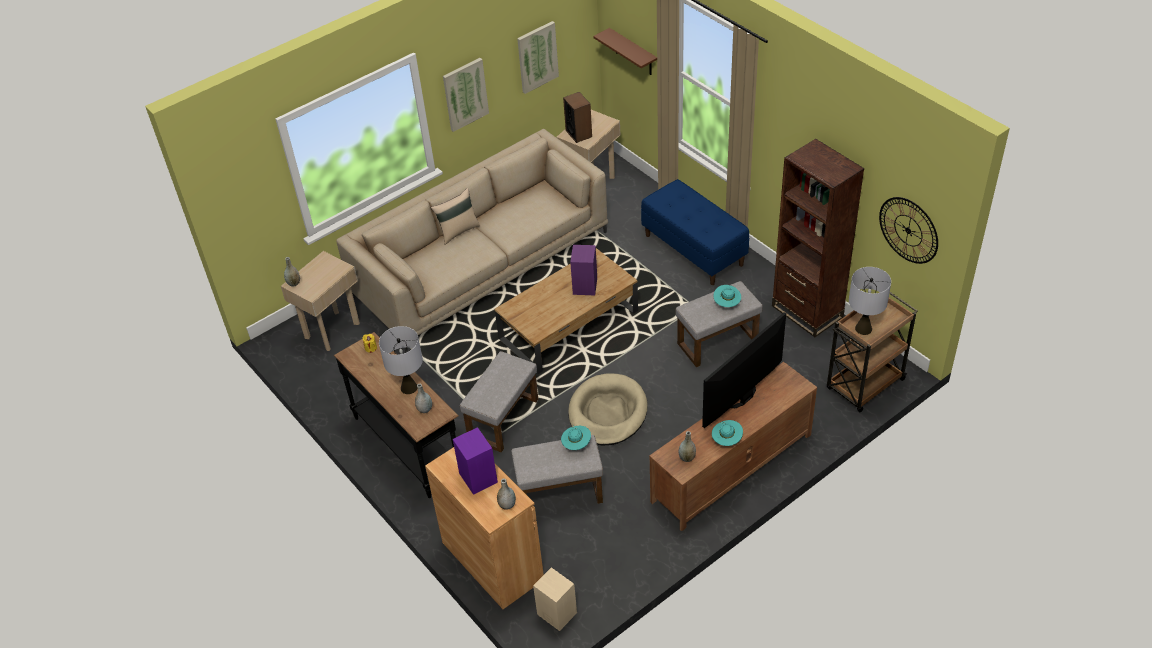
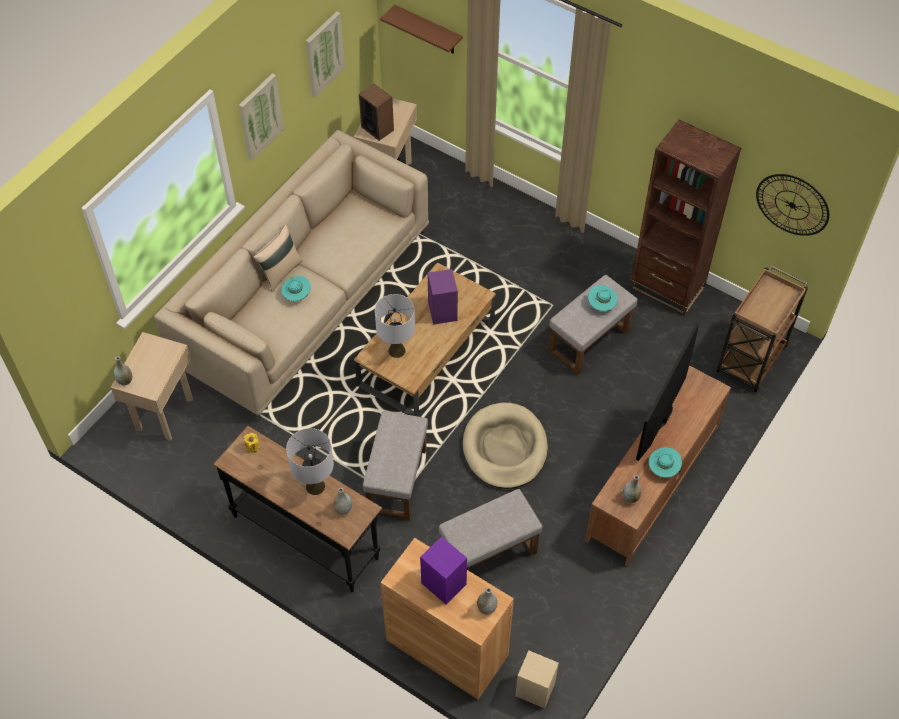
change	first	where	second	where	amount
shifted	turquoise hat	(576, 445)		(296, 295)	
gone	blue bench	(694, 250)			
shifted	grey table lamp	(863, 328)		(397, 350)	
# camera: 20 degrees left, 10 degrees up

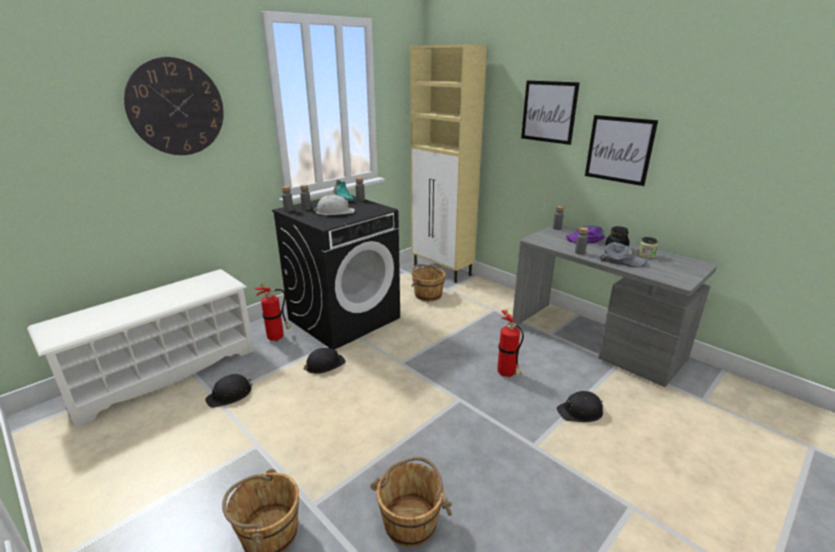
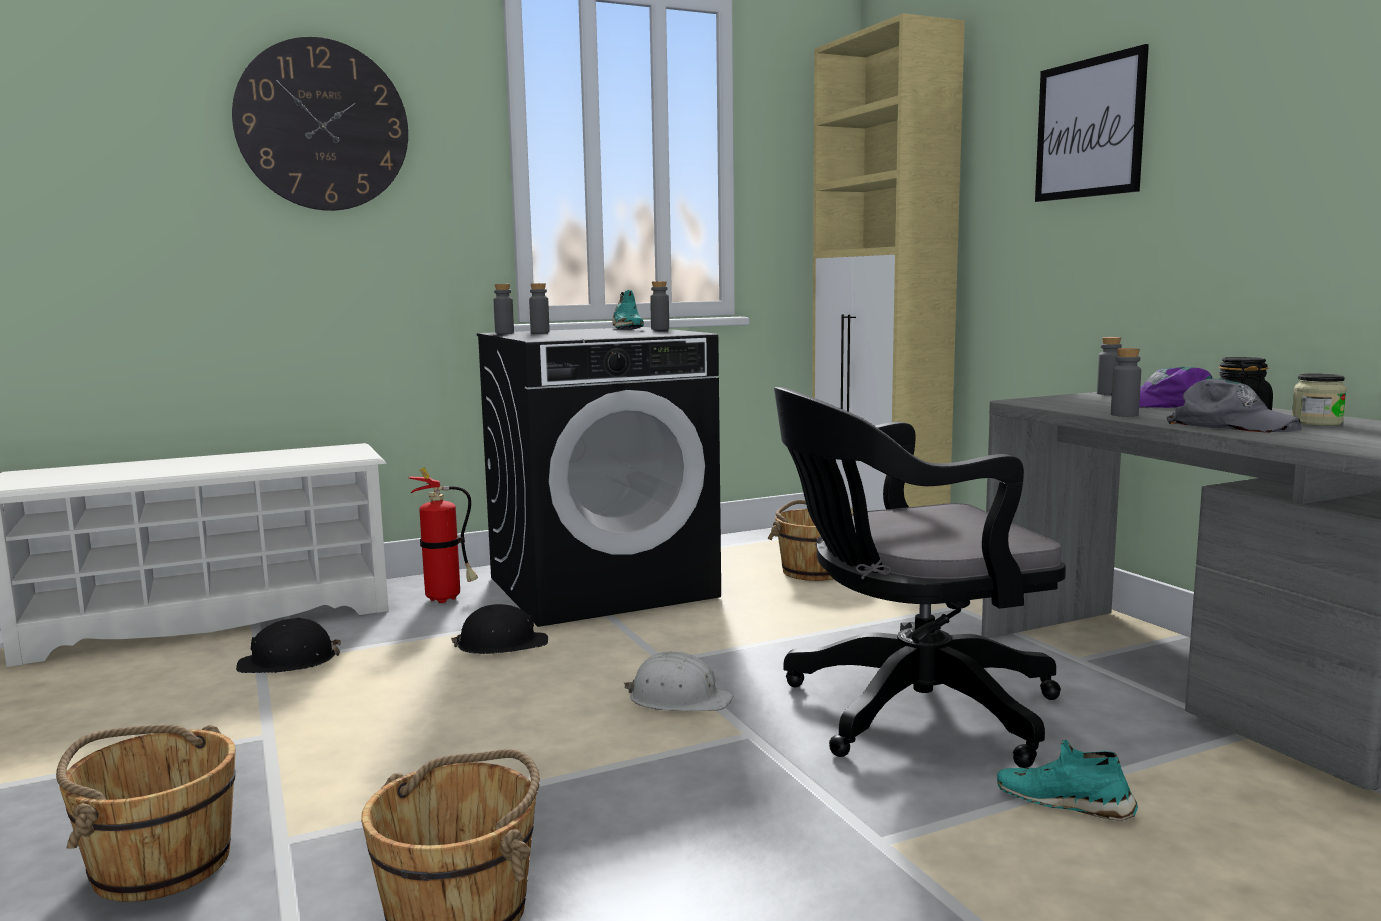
change	first	where	second	where	amount
shifted	white hard hat	(334, 212)		(679, 699)	
swapped	fire extinguisher	(507, 374)	black office chair	(907, 711)	
swapped	black hard hat	(580, 411)	turquoise shoe	(1064, 803)	
gone	picture	(619, 149)			
# camera: 20 degrees right, 15 degrees down

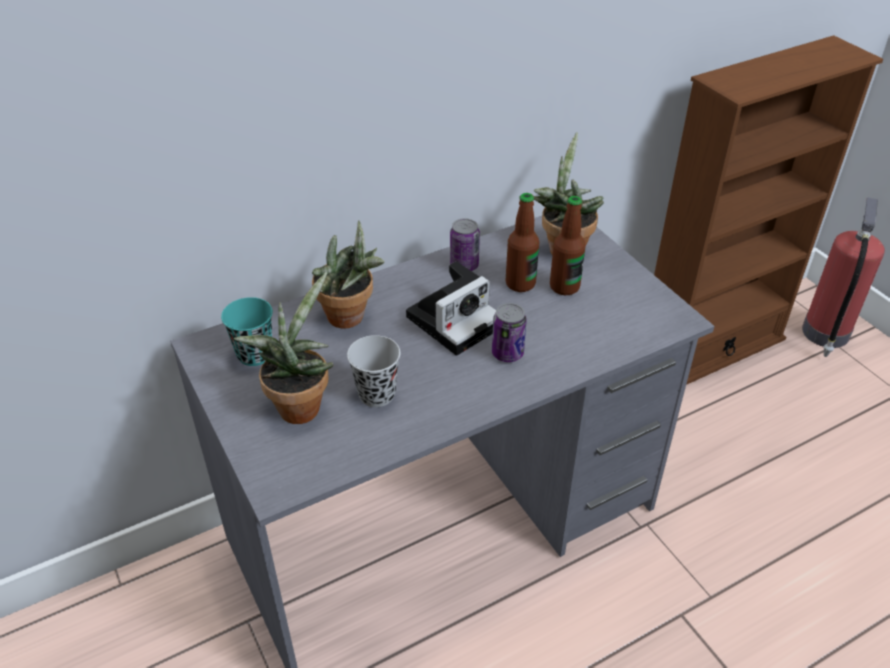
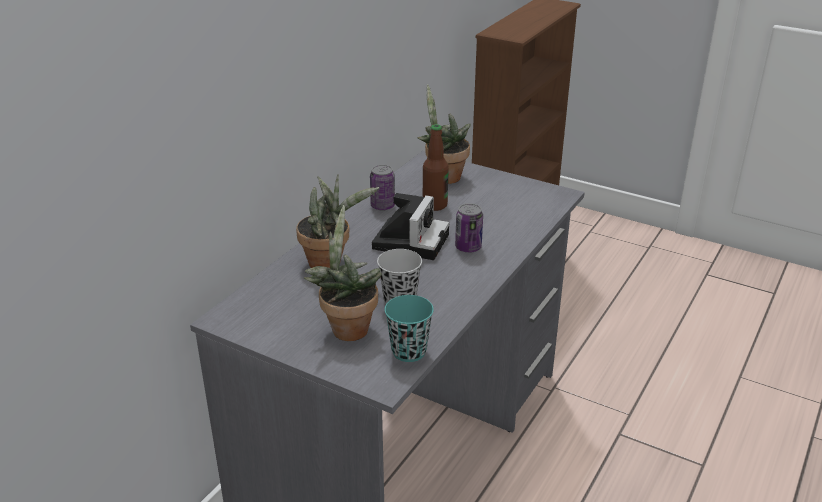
change	first	where	second	where	amount
shifted	turquoise cup	(255, 354)		(409, 351)	
gone	bottle	(564, 287)			
gone	fire extinguisher	(825, 334)			
# camera: 30 degrees left, 10 degrees down

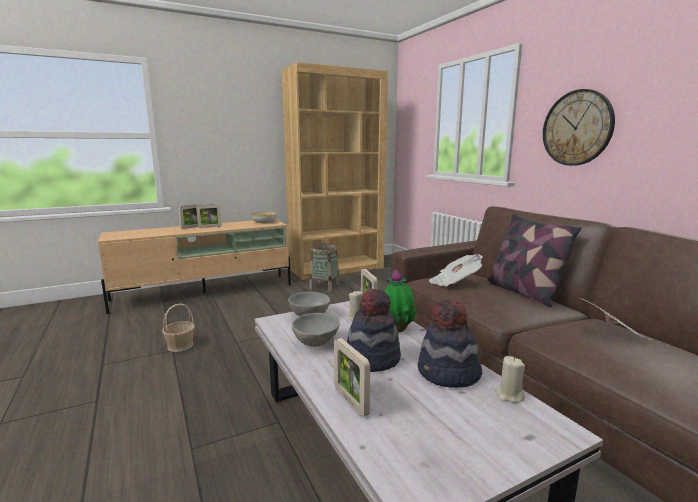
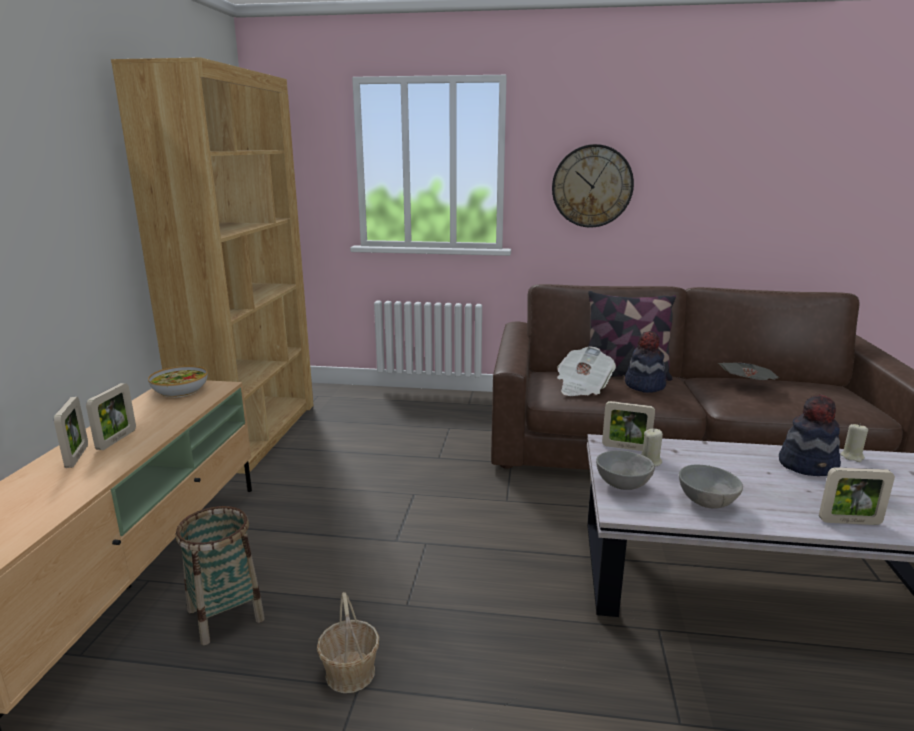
change	first	where	second	where	amount
shifted	basket	(324, 286)		(225, 615)	
shifted	hat	(371, 359)		(644, 385)	
gone	potted plant	(398, 329)			
# camera: 55 degrees left, 5 degrees up

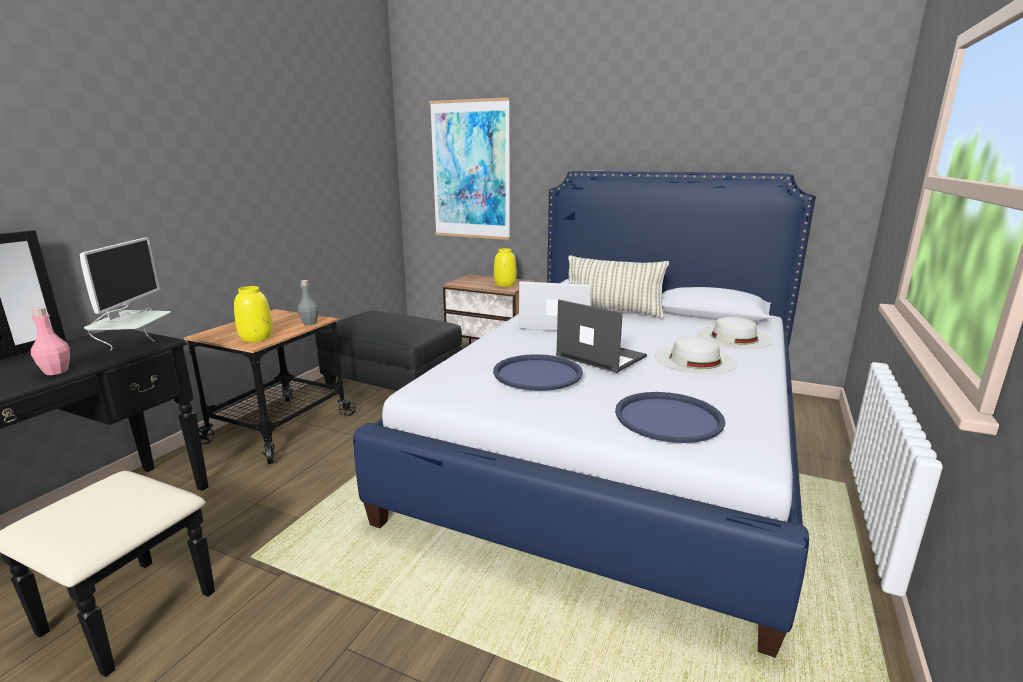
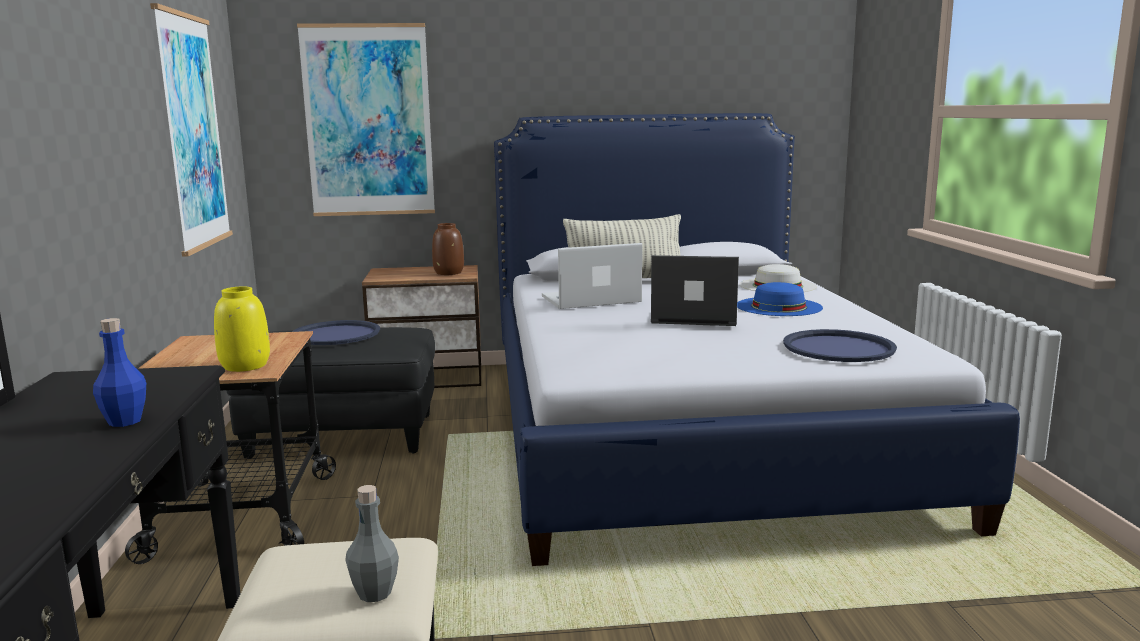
change	first	where	second	where	amount
repainted	pink bottle	(56, 371)	blue bottle	(125, 421)	
gone	monitor	(135, 351)			
shifted	grey bottle	(309, 323)		(374, 593)	
shifted	blue tray	(537, 374)		(335, 334)	
repainted	yellow vase	(505, 285)	brown vase	(449, 273)	
repainted	white hat	(695, 360)	blue hat	(778, 306)	
new			picture	(193, 132)	
# camera: 30 degrees left, 5 degrees down

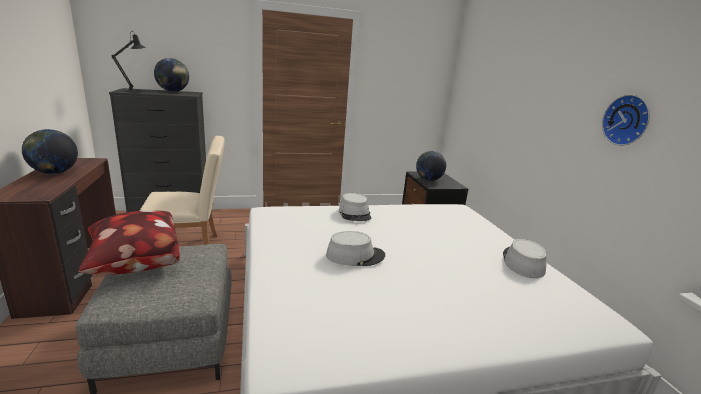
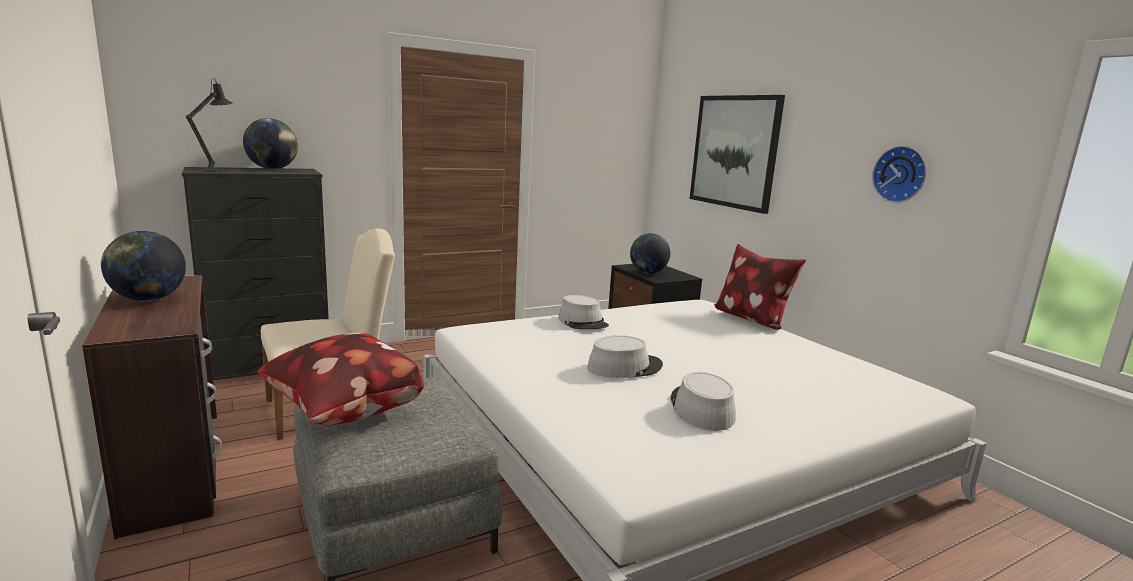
change	first	where	second	where	amount
shifted	grey hat	(522, 262)		(701, 408)	
new			picture	(734, 152)	
new			pillow	(751, 319)	
# camera: 15 degrees left, 5 degrees down

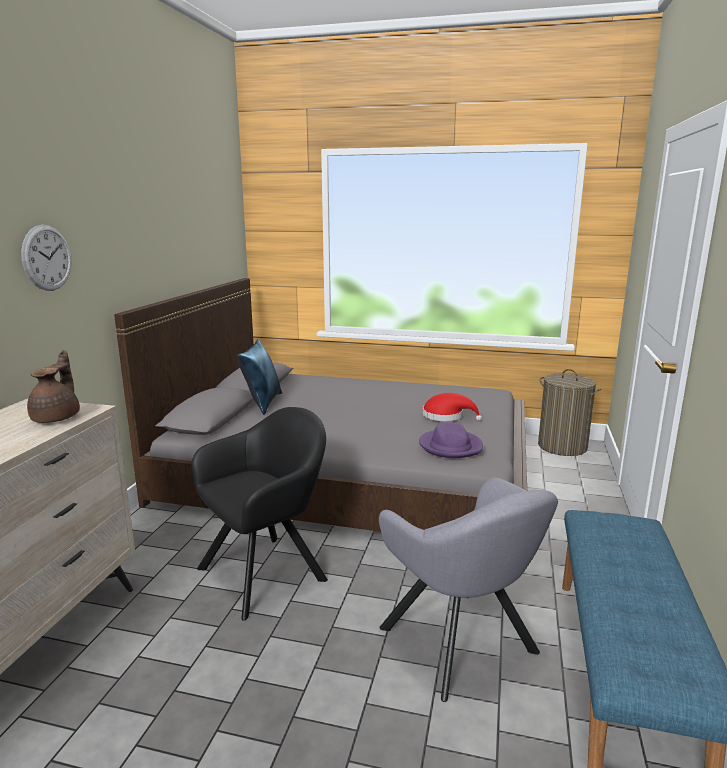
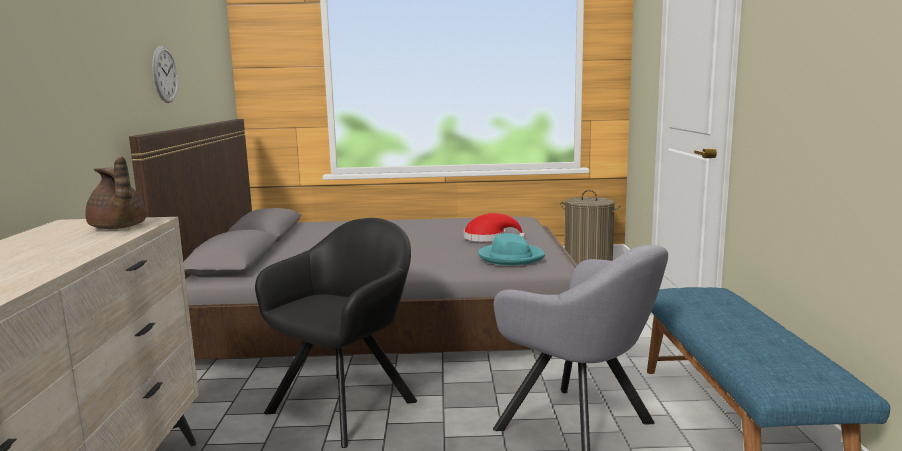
change	first	where	second	where	amount
shifted	wall clock	(47, 258)		(165, 74)	
rotated	brown teapot	(58, 417)		(118, 228)	150 degrees clockwise
gone	blue pillow	(262, 403)			
repainted	purple hat	(450, 446)	turquoise hat	(510, 257)	
# camera: 15 degrees left, 5 degrees down

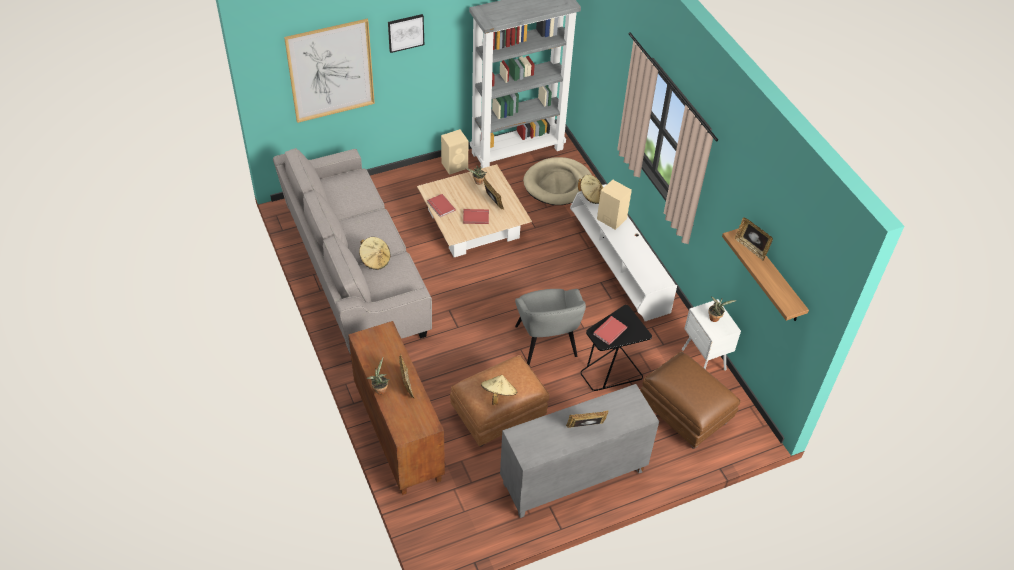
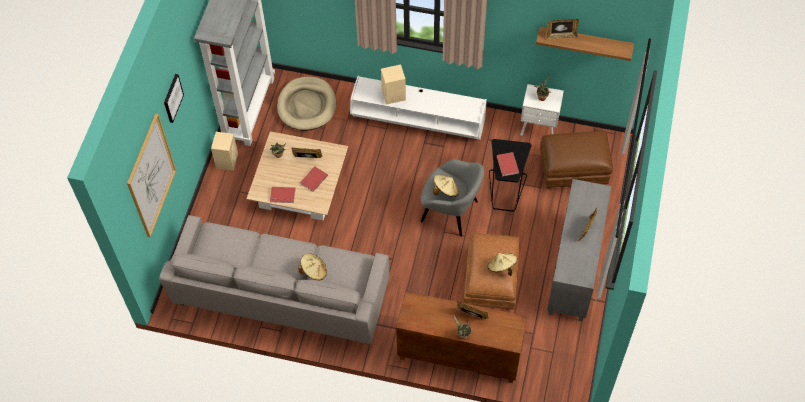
change	first	where	second	where	amount
shifted	beige hat	(591, 196)		(445, 190)	
# camera: 50 degrees left, 10 degrees up

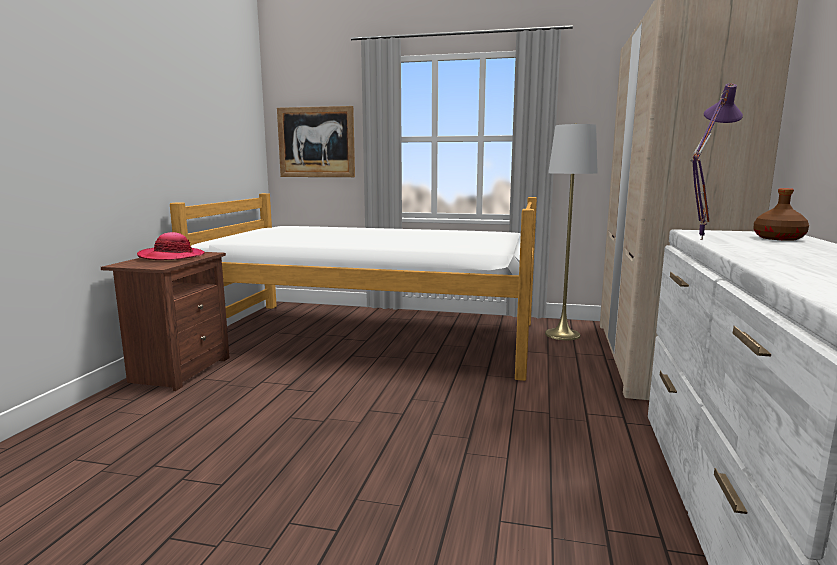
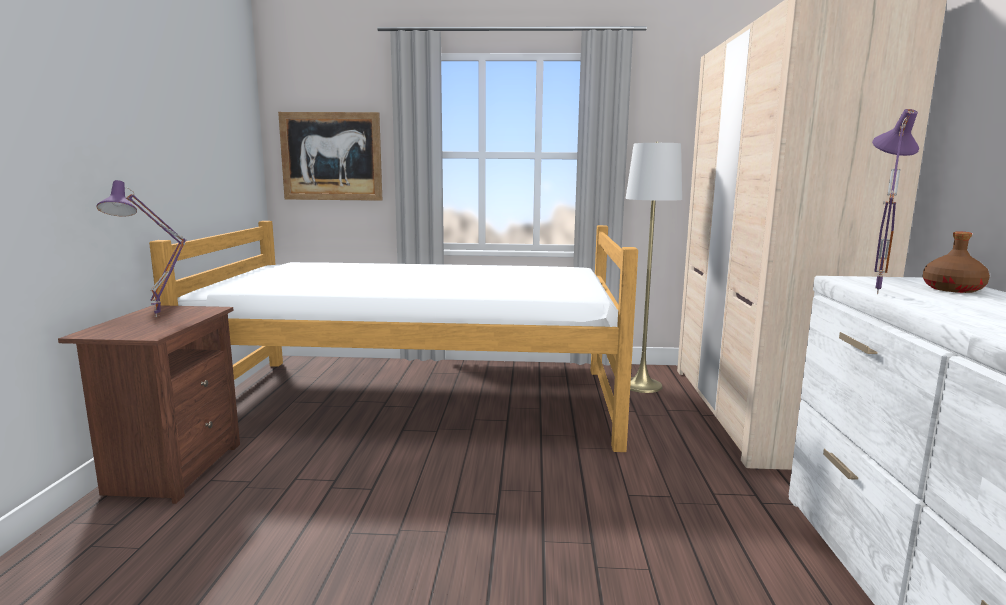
change	first	where	second	where	amount
swapped	hat	(171, 256)	purple table lamp	(159, 316)	
# camera: 10 degrees left, 0 degrees up

